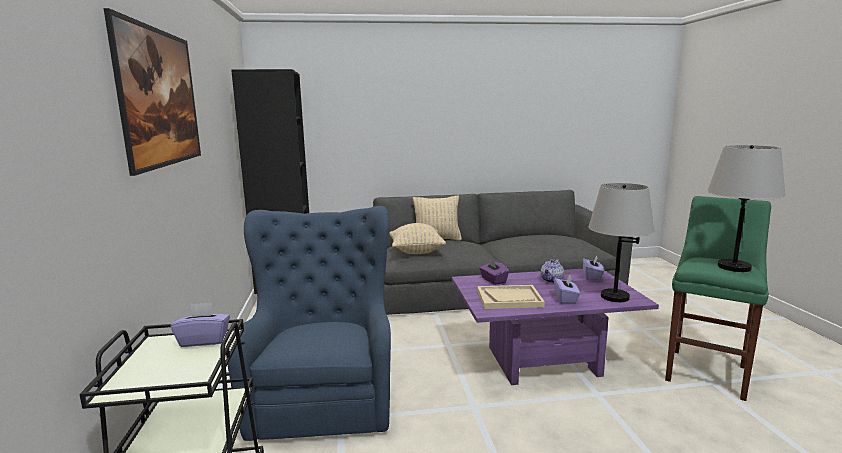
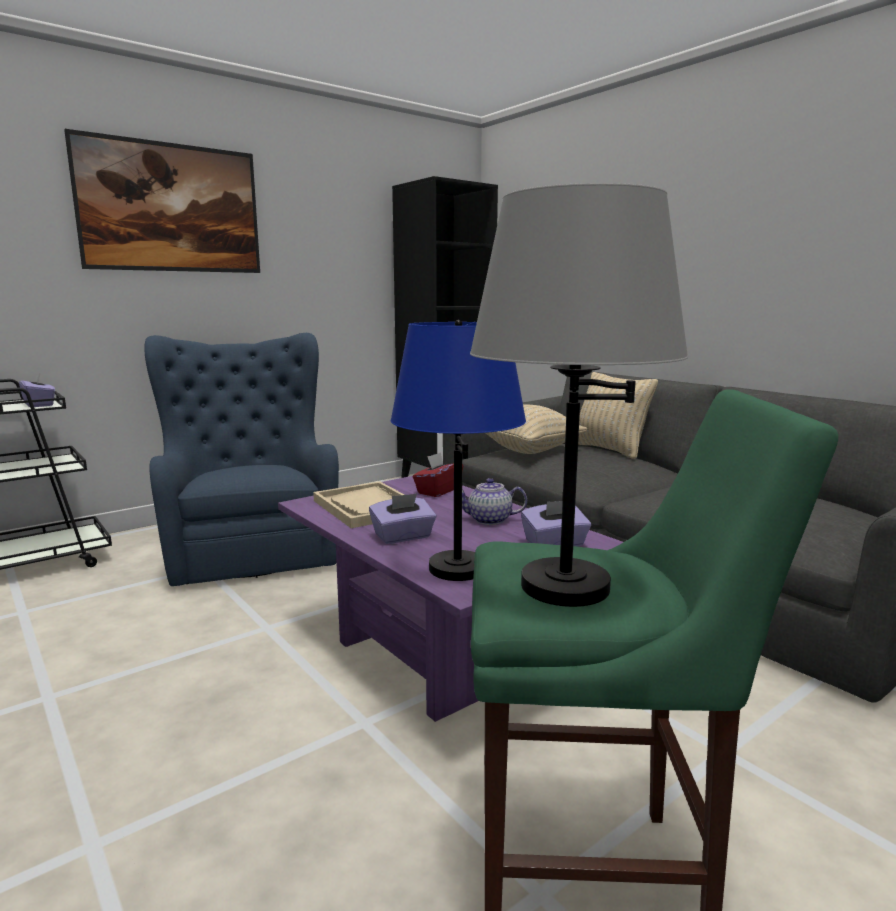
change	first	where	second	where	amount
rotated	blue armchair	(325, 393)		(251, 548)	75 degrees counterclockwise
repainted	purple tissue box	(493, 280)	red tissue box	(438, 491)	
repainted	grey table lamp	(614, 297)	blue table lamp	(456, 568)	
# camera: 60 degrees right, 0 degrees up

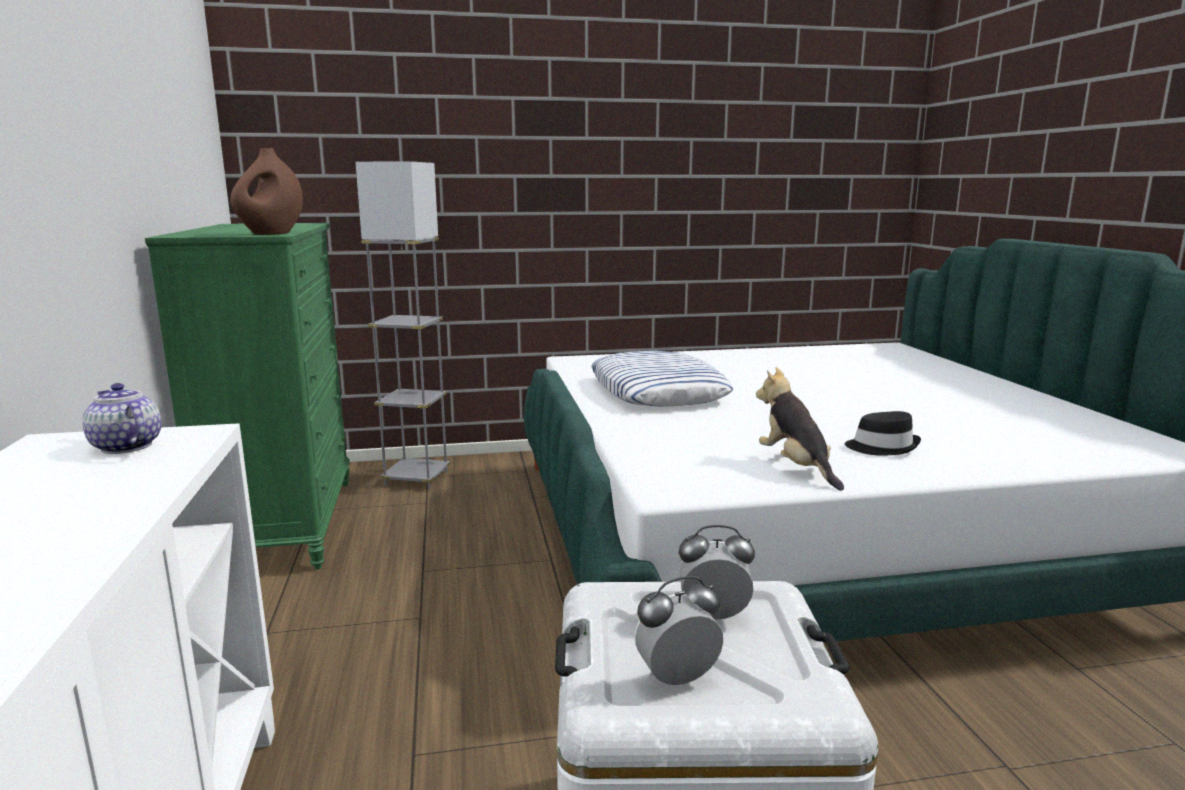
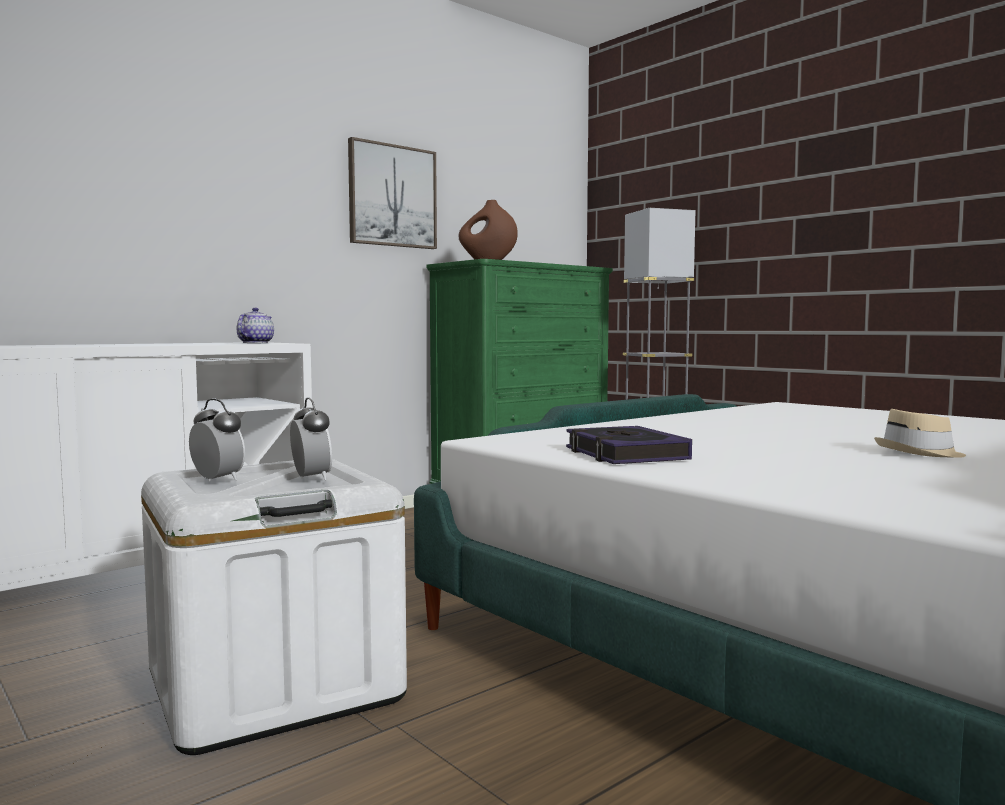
change	first	where	second	where	amount
gone	pillow	(658, 391)			
swapped	plush toy	(796, 467)	book	(625, 454)	
gone	black hat	(882, 447)			
new			picture	(392, 196)	
new			beige hat	(920, 453)	
# camera: 60 degrees right, 10 degrees down

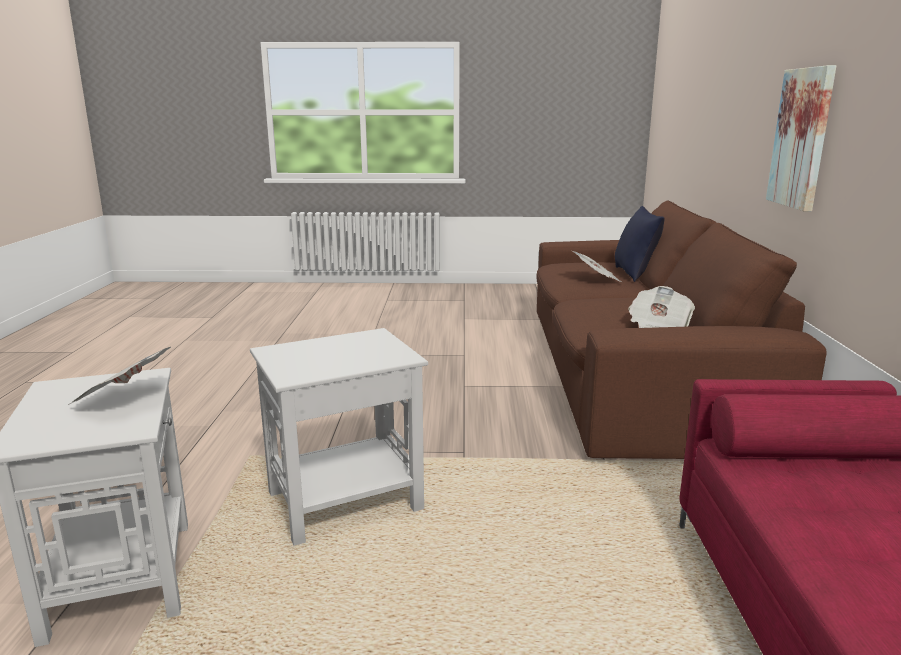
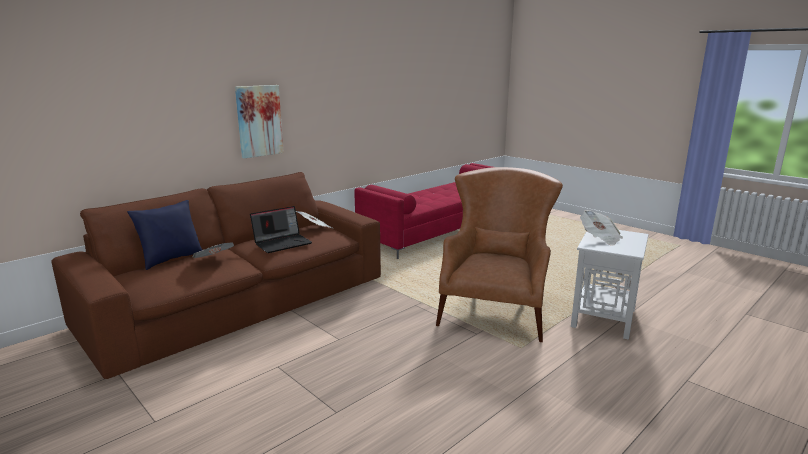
change	first	where	second	where	amount
swapped	white side table	(343, 502)	brown armchair	(495, 308)	
new			laptop	(282, 243)	
# camera: 135 degrees left, 0 degrees up

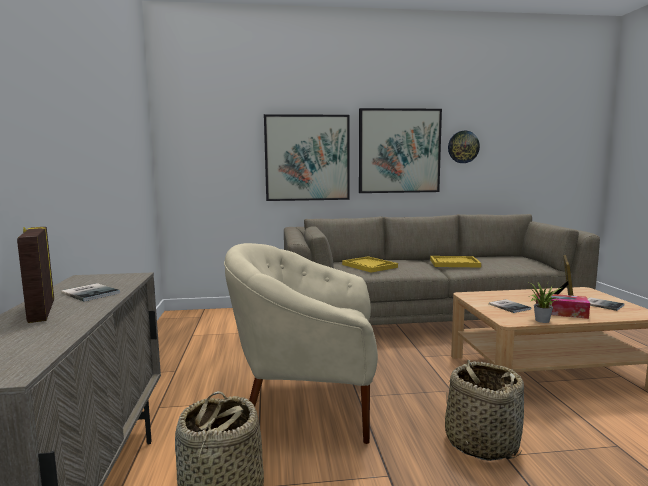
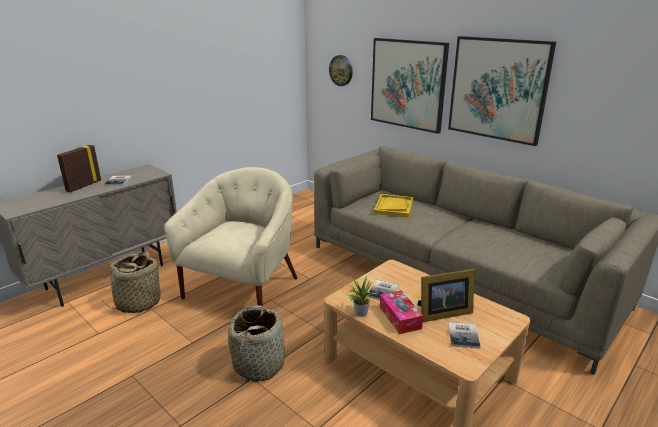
change	first	where	second	where	amount
rotated	beige armchair	(308, 403)		(243, 288)	60 degrees clockwise
gone	yellow tray	(454, 263)			
shifted	wall clock	(463, 147)		(341, 70)	
# camera: 50 degrees right, 15 degrees up

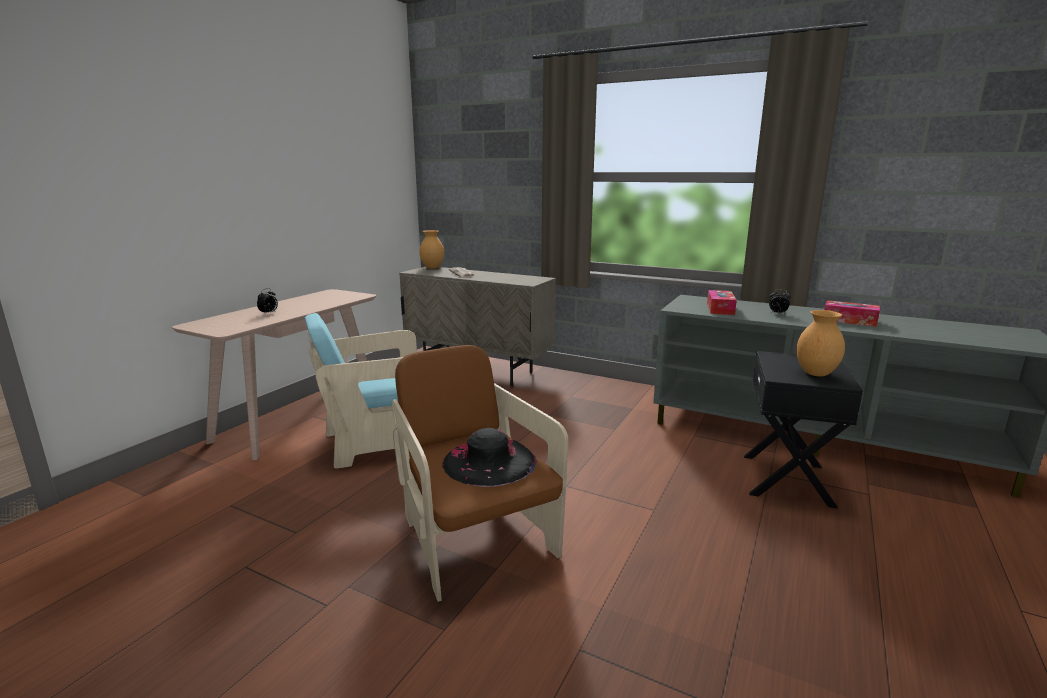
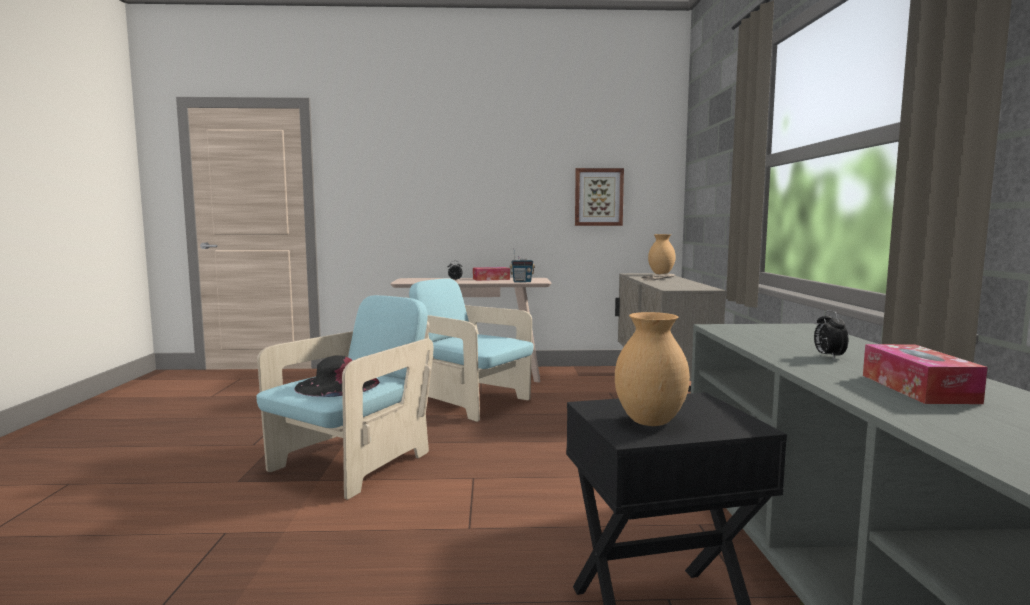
change	first	where	second	where	amount
repainted	brown armchair	(474, 539)	turquoise armchair	(353, 464)	
shifted	tissue box	(720, 309)		(491, 279)	
new			radio	(522, 282)	
new			picture	(598, 197)	
# camera: 60 degrees right, 10 degrees down

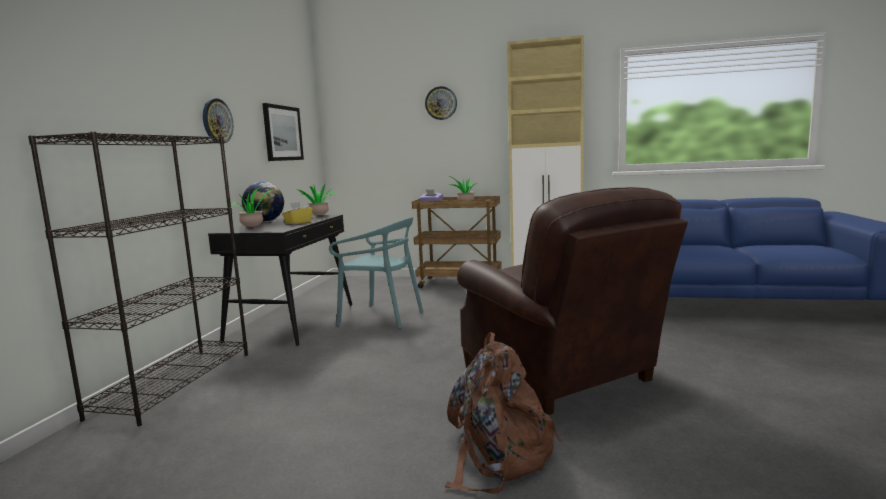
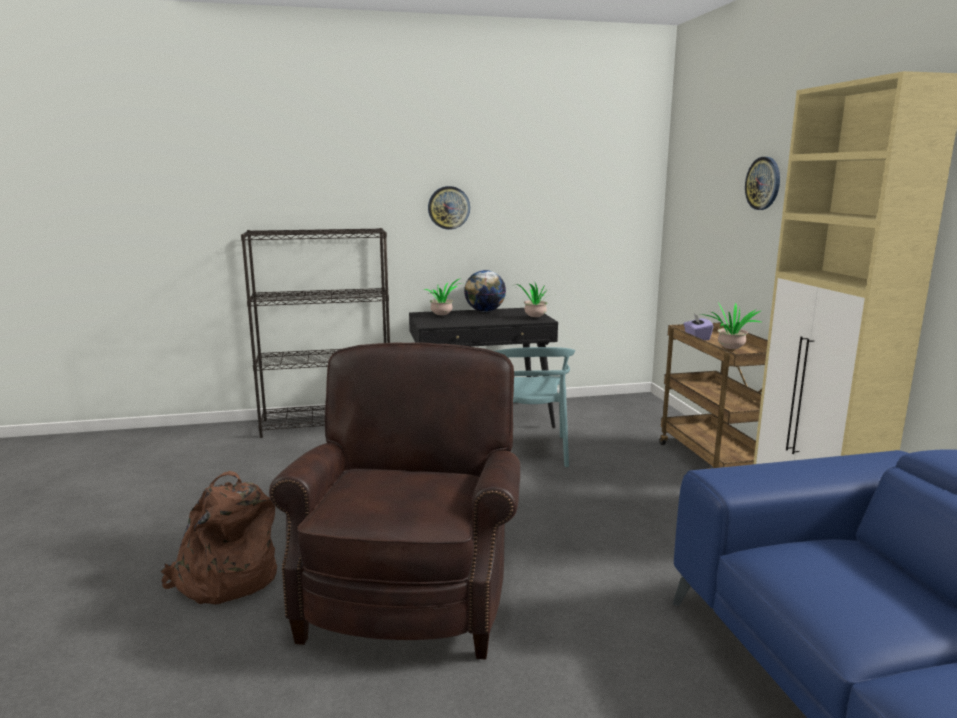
change	first	where	second	where	amount
gone	picture	(282, 133)			
gone	yellow tissue box	(298, 222)			
rotated	brown armchair	(562, 376)		(411, 589)	150 degrees clockwise
# camera: 65 degrees right, 5 degrees up

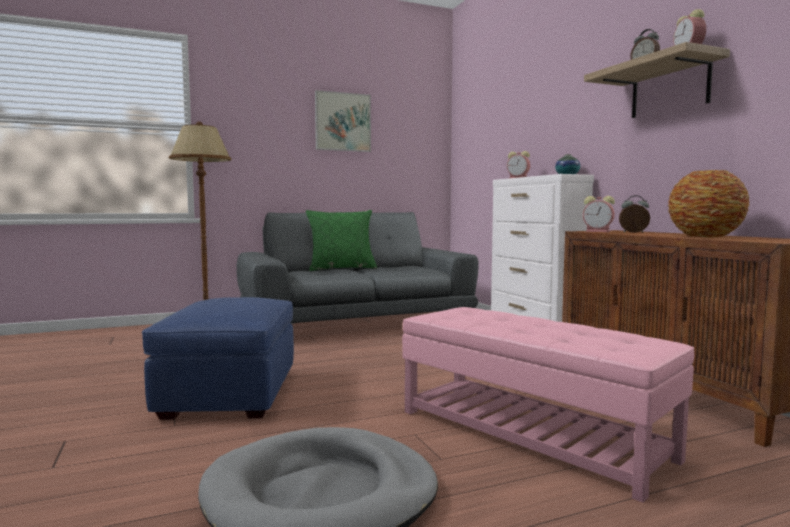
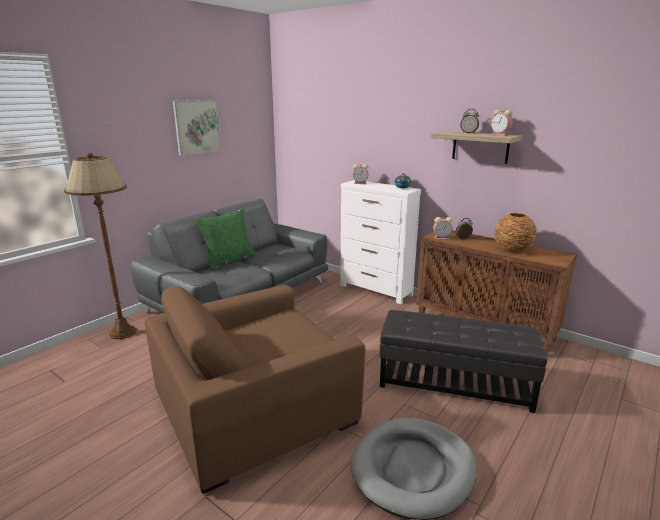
change	first	where	second	where	amount
swapped	blue ottoman	(229, 394)	brown armchair	(255, 408)	
repainted	pink ottoman	(530, 433)	black ottoman	(454, 382)	
# camera: 30 degrees left, 15 degrees up

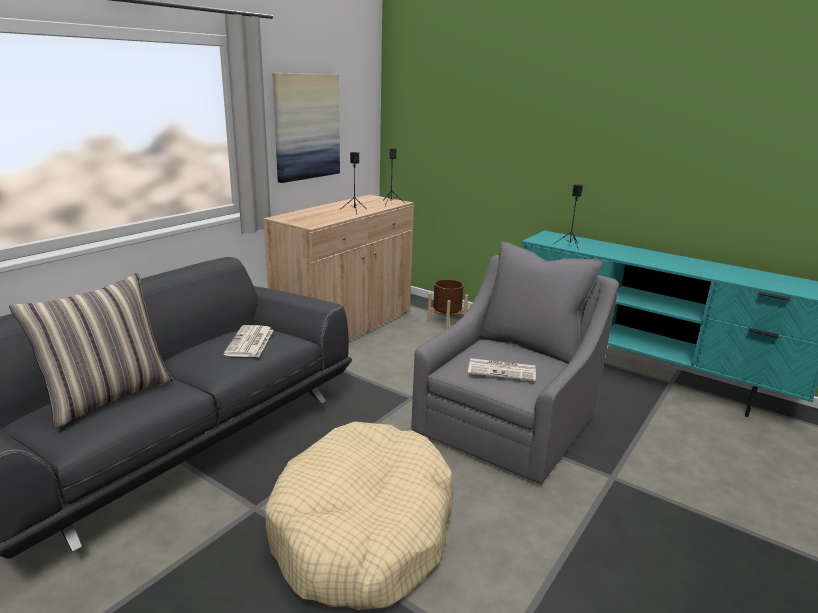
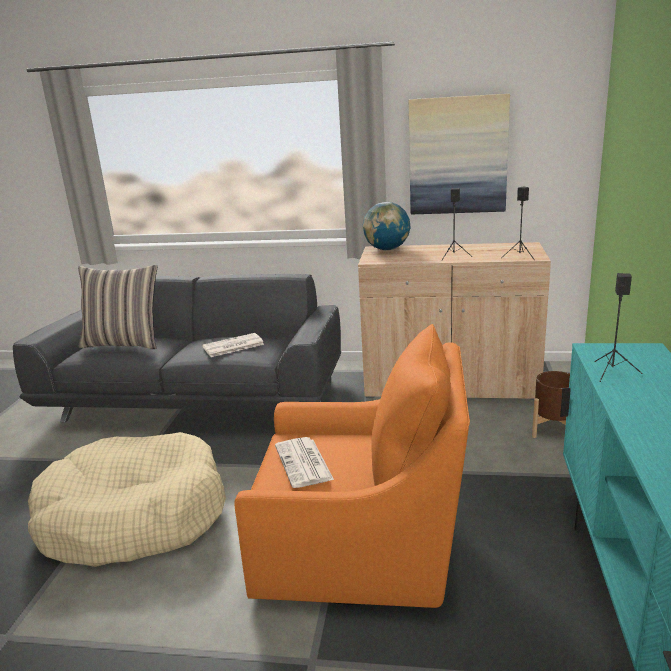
change	first	where	second	where	amount
repainted	grey armchair	(509, 423)	orange armchair	(363, 545)	
new			globe	(387, 249)	
# camera: 65 degrees right, 0 degrees up

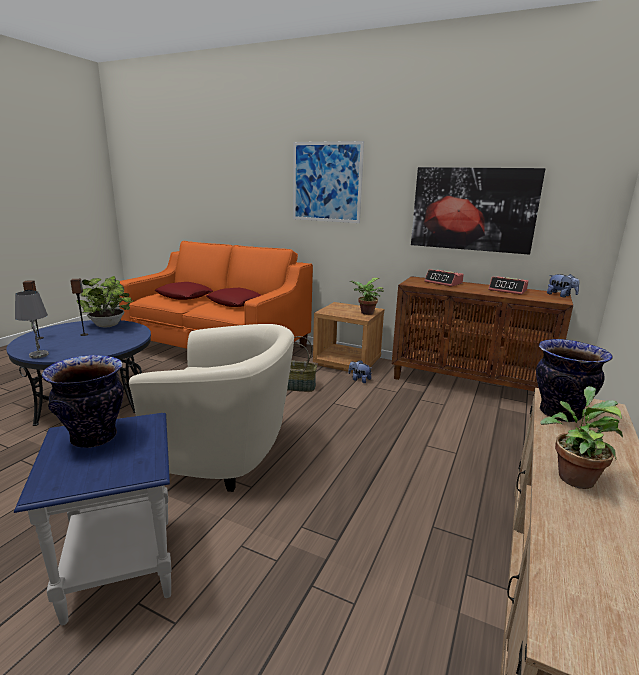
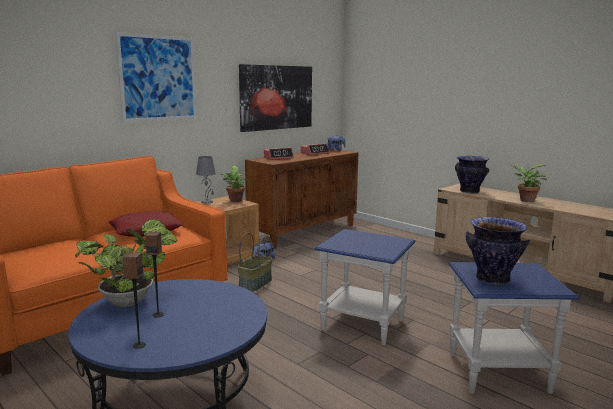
change	first	where	second	where	amount
shifted	grey table lamp	(39, 355)		(207, 202)	
swapped	beige armchair	(227, 454)	blue side table	(363, 324)	
gone	red pillow	(184, 296)			
# camera: 70 degrees left, 5 degrees down

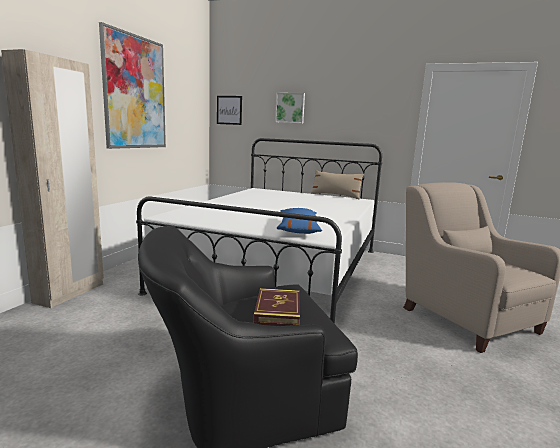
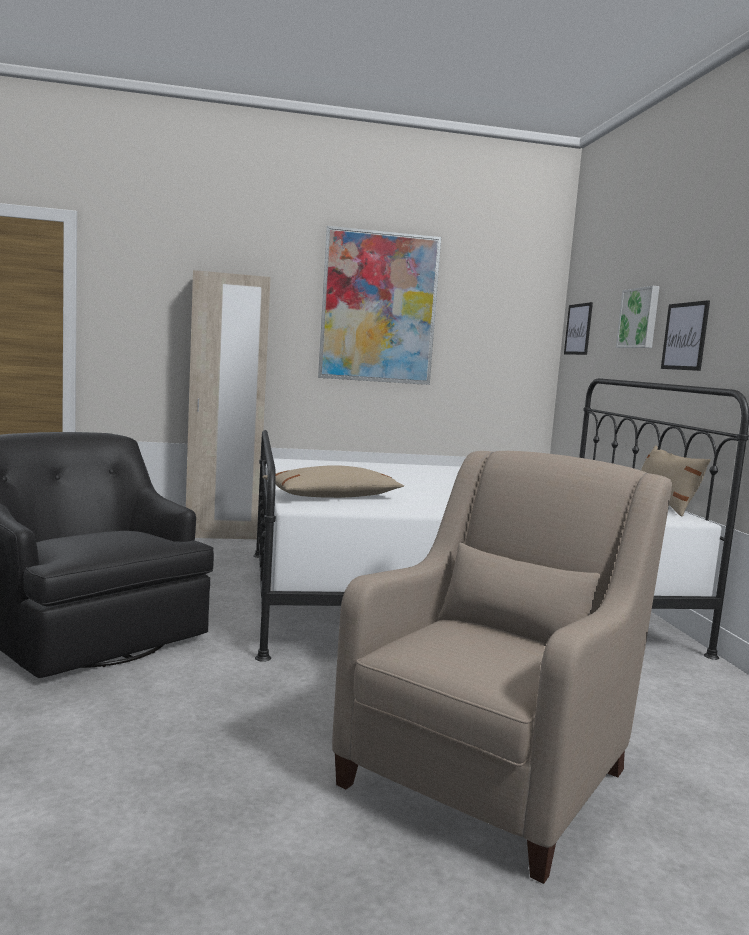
change	first	where	second	where	amount
gone	book	(277, 311)			
repainted	blue pillow	(298, 229)	beige pillow	(333, 496)	
new			picture	(685, 336)	
# camera: 60 degrees right, 5 degrees down

